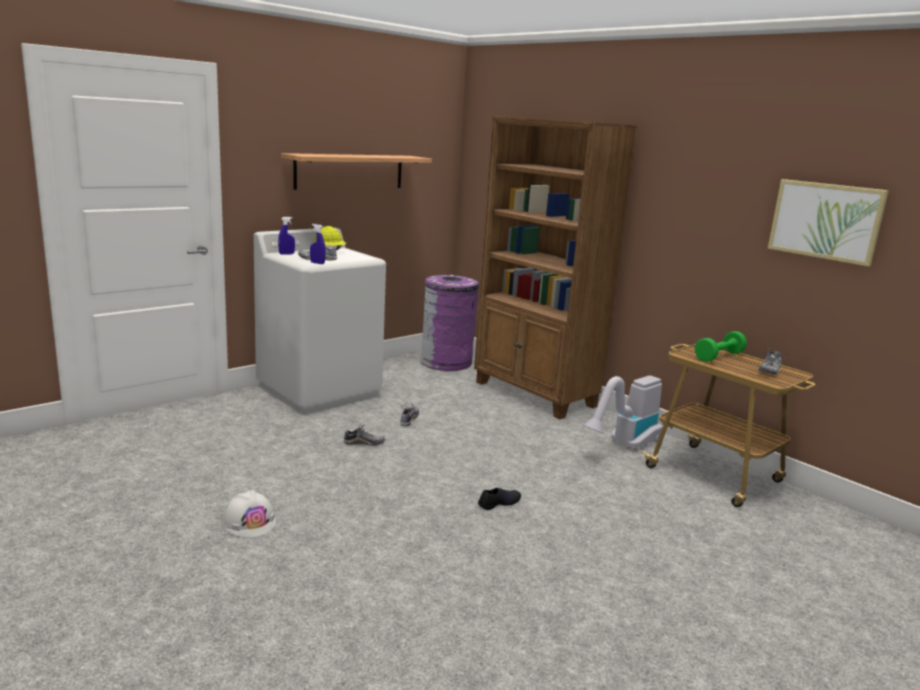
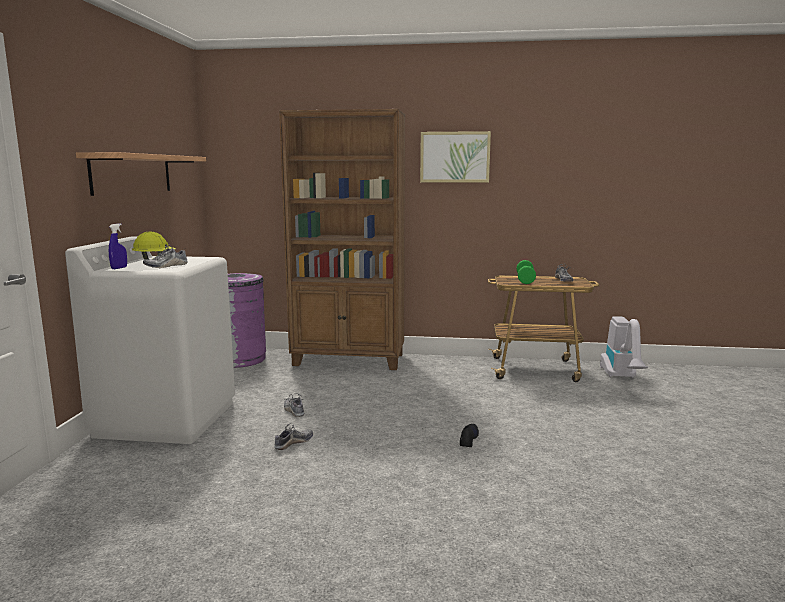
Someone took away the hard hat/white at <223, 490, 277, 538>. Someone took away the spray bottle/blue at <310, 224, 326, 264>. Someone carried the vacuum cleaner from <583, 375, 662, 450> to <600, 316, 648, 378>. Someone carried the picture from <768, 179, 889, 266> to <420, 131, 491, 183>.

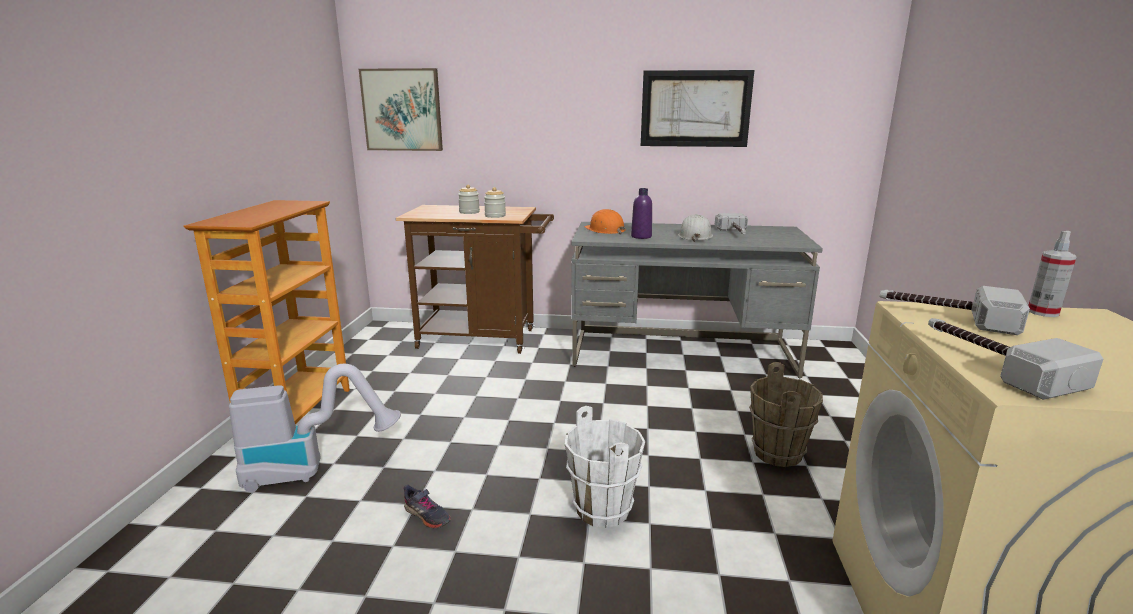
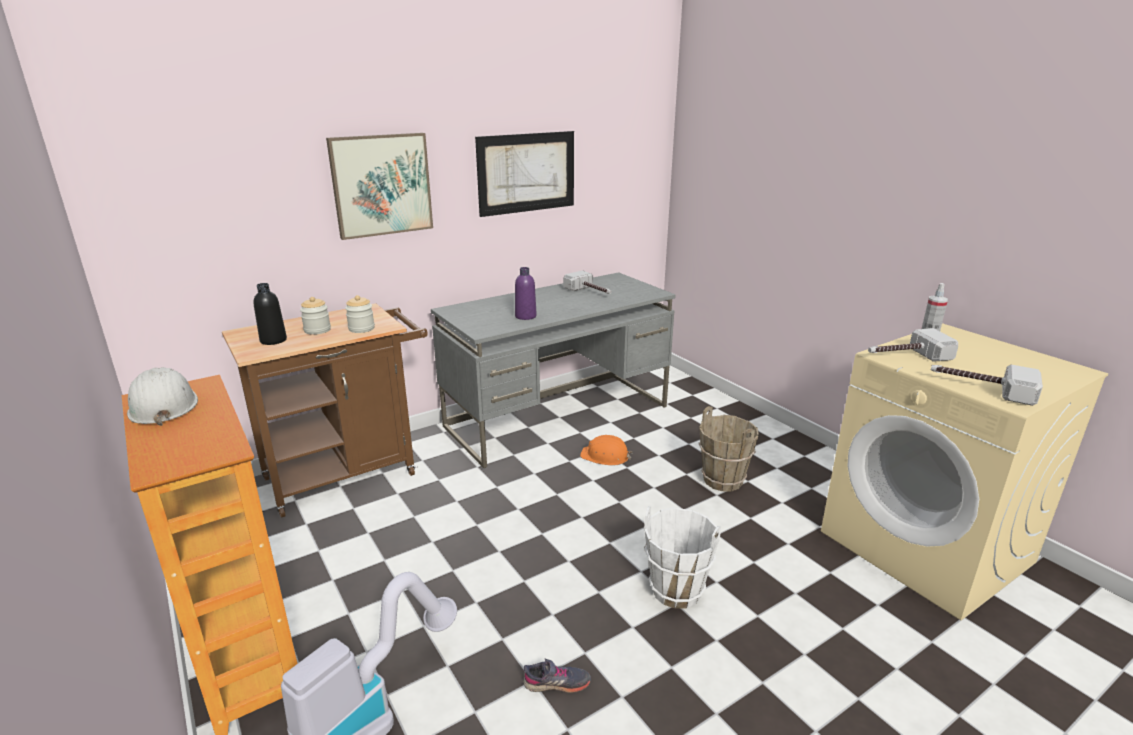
Someone carried the picture from <359, 68, 443, 151> to <326, 133, 433, 240>. Someone carried the hard hat/orange from <585, 209, 626, 235> to <580, 435, 633, 465>. Someone carried the hard hat/white from <678, 214, 713, 242> to <127, 367, 198, 426>. Someone put down the bottle/black at <253, 283, 287, 345>.

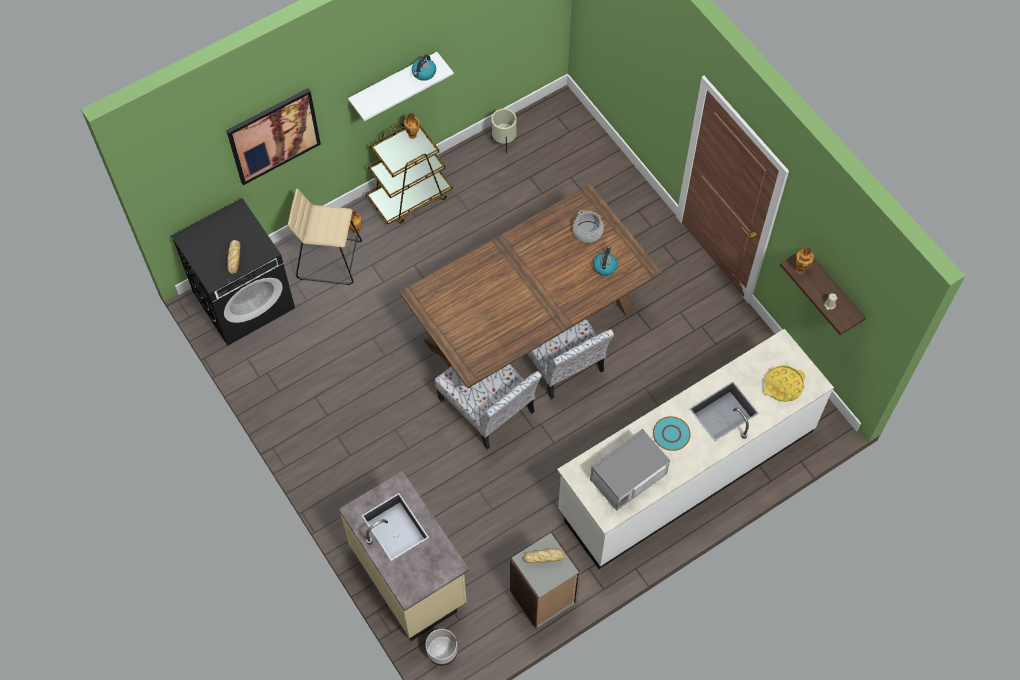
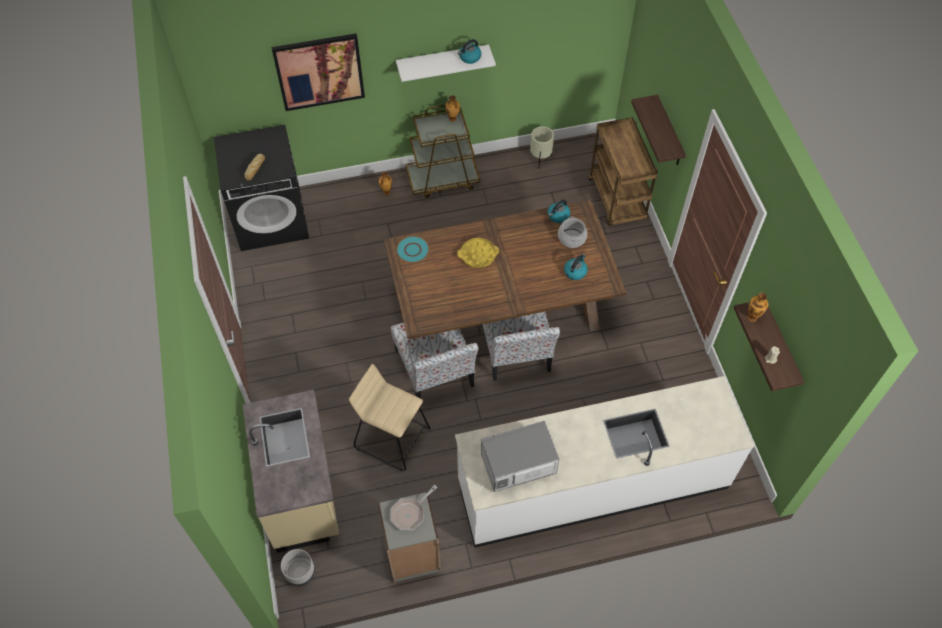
Someone carried the stool/beige from <288, 189, 362, 285> to <349, 364, 430, 471>. Someone swapped the bread at <523, 549, 565, 563> for the frying pan at <391, 485, 438, 530>. Someone carried the plate/turquoise from <653, 416, 690, 451> to <396, 236, 429, 263>. Someone carried the tray/yellow from <763, 365, 806, 402> to <457, 238, 499, 268>. Someone put down the kettle at <548, 200, 570, 223>. Someone put down the cart/brown at <589, 117, 658, 225>. Someone put up the shelf at <631, 95, 686, 165>.

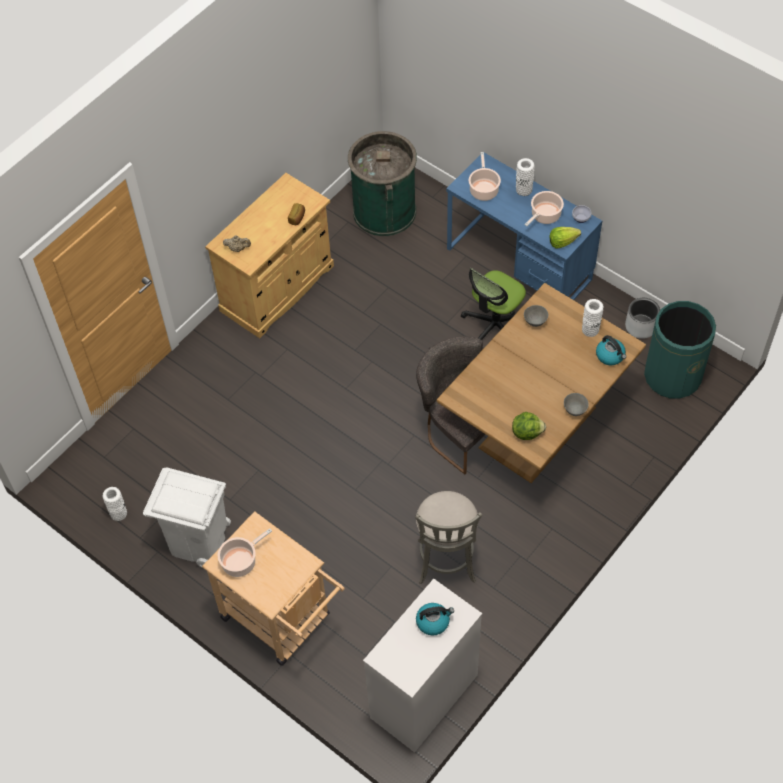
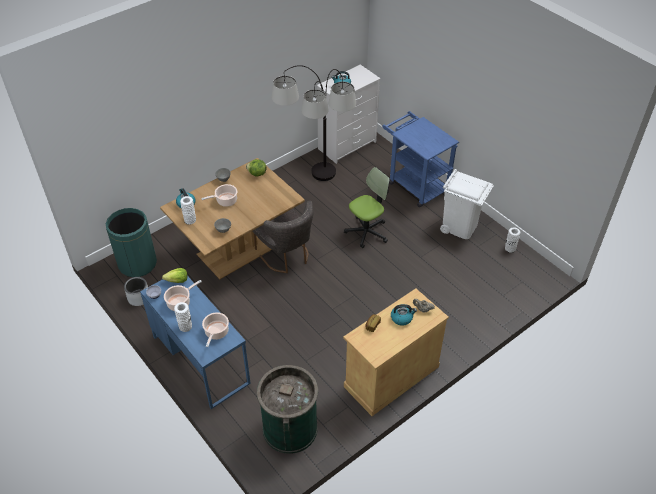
Someone repainted the cart/beige at <202, 511, 345, 666>, which became the cart/blue at <382, 111, 459, 207>. Someone carried the cooking pot from <218, 529, 272, 577> to <201, 184, 237, 207>. Someone swapped the stool/grey at <415, 491, 482, 584> for the floor lamp at <272, 65, 356, 181>. Someone carried the office chair from <461, 268, 526, 340> to <344, 167, 390, 248>. Someone put down the kettle at <391, 304, 417, 326>.

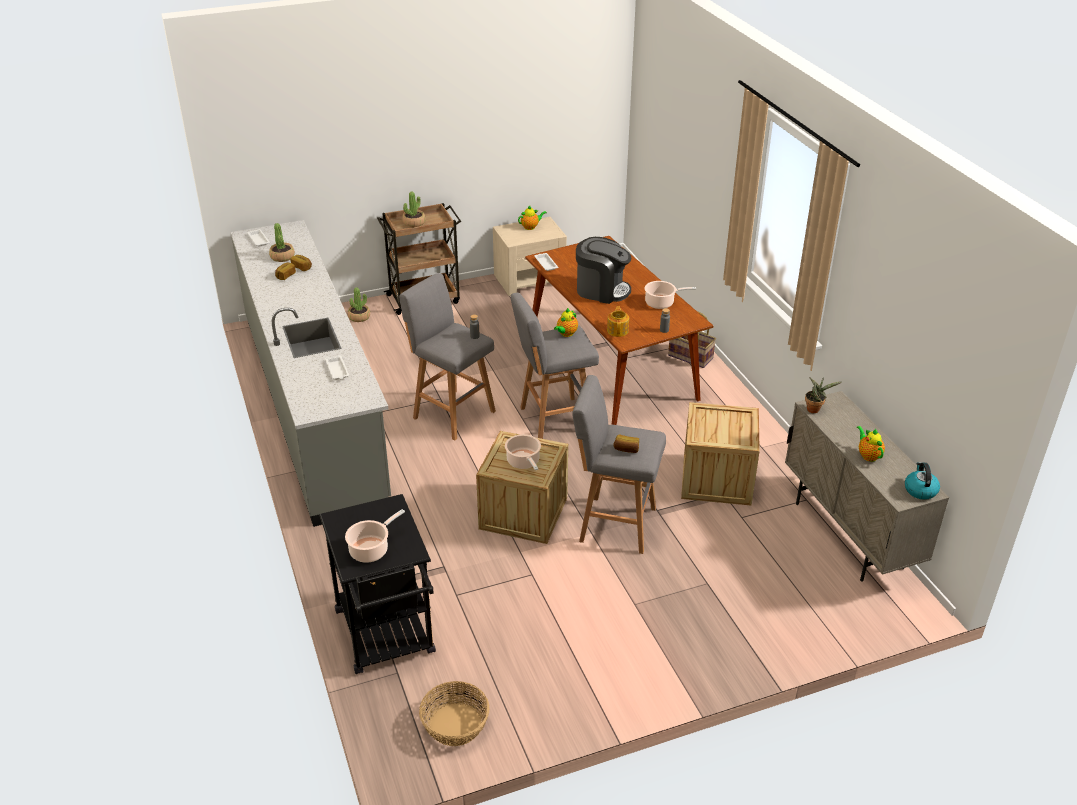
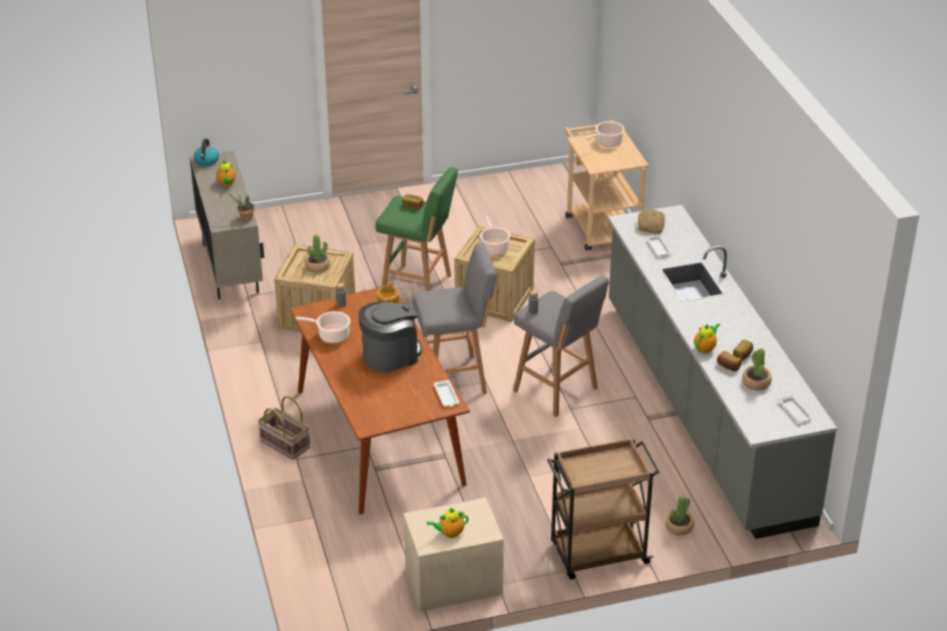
Someone repainted the cart/black at <319, 494, 436, 674>, which became the cart/beige at <564, 120, 649, 251>. Someone carried the potted plant from <402, 191, 425, 227> to <305, 234, 330, 273>. Someone took away the basket at <419, 681, 490, 746>. Someone carried the teapot from <554, 308, 578, 337> to <694, 323, 720, 354>. Someone repainted the stool/grey at <572, 375, 666, 554>, which became the stool/green at <376, 167, 458, 291>. Someone rotated the coffee machine at <576, 237, 631, 304> by 120 degrees clockwise. Someone put down the bread at <638, 209, 665, 233>.

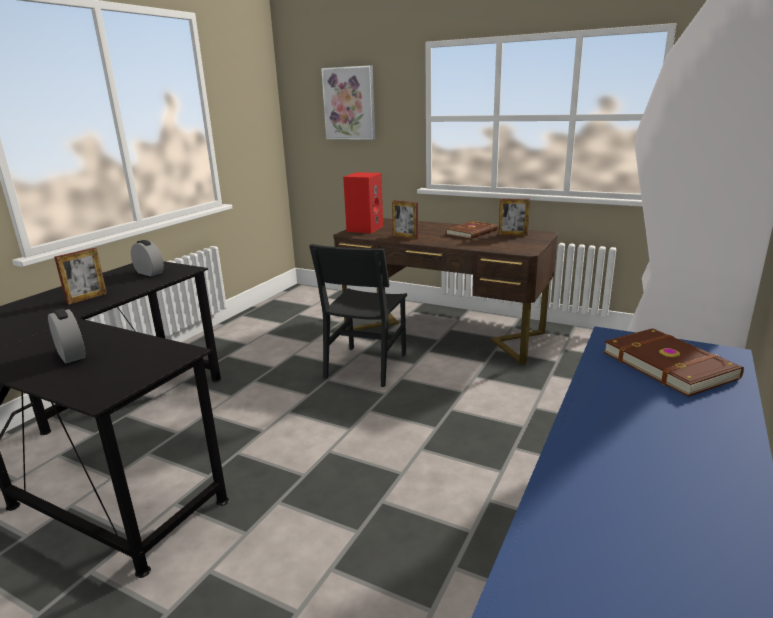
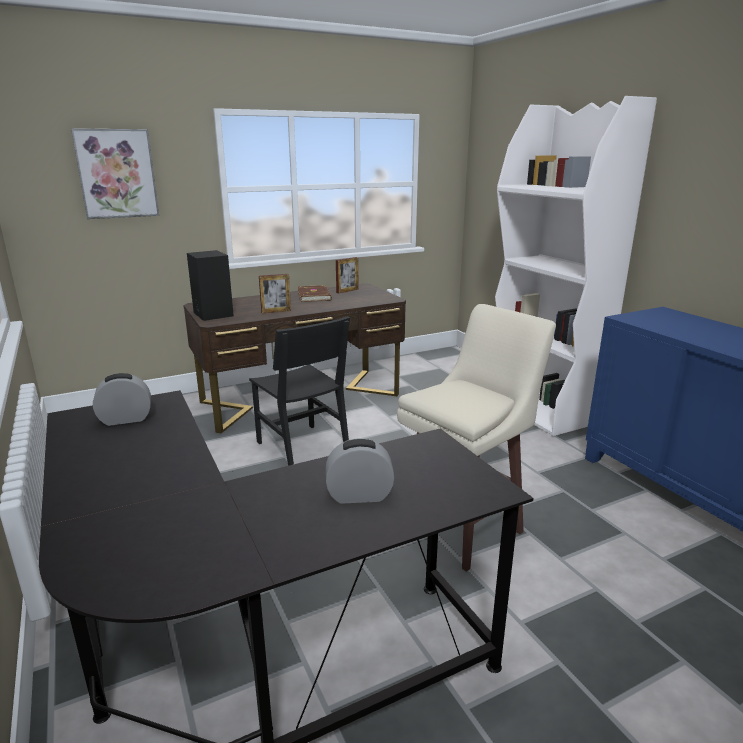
Someone took away the picture frame at <54, 248, 107, 305>. Someone repainted the speaker/red at <343, 172, 383, 233>, which became the speaker/black at <187, 250, 234, 321>. Someone took away the book/brown at <603, 328, 744, 397>. Someone put down the stool/beige at <397, 304, 556, 572>.

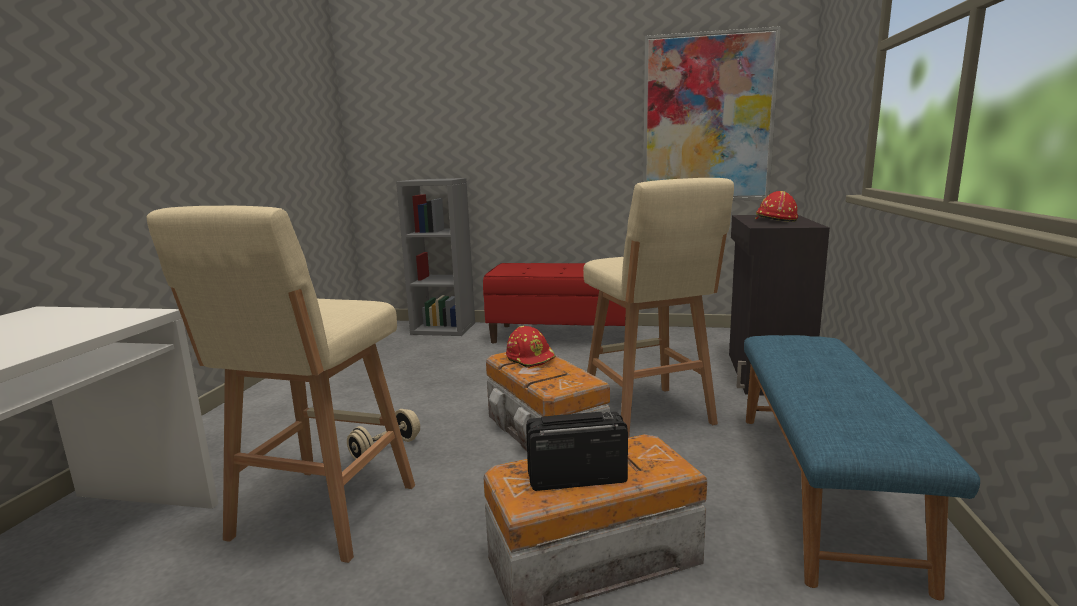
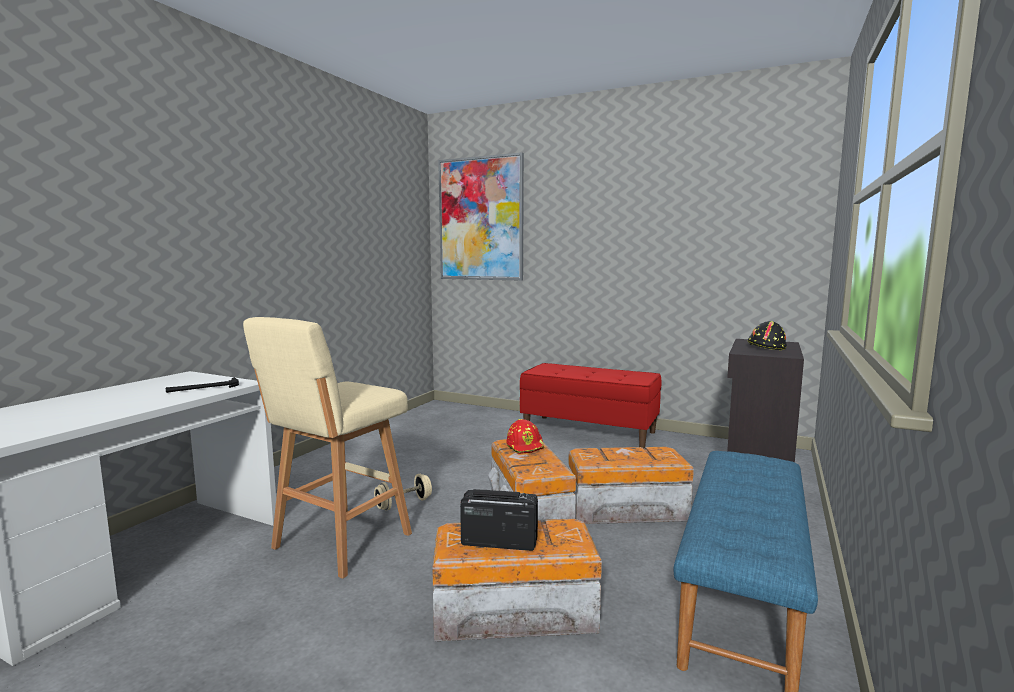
Someone took away the bookcase/grey at <396, 178, 475, 336>. Someone swapped the stool/beige at <583, 178, 734, 438> for the storage box at <568, 447, 694, 524>. Someone carried the picture from <643, 26, 781, 200> to <438, 152, 524, 281>. Someone repainted the hard hat/red at <755, 191, 798, 222>, which became the hard hat/black at <747, 321, 787, 350>. Someone put down the hammer at <166, 378, 239, 393>.

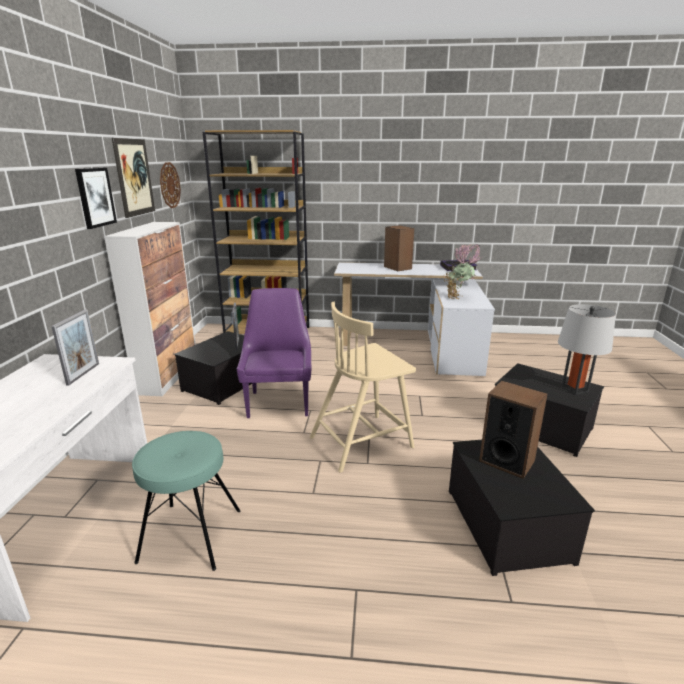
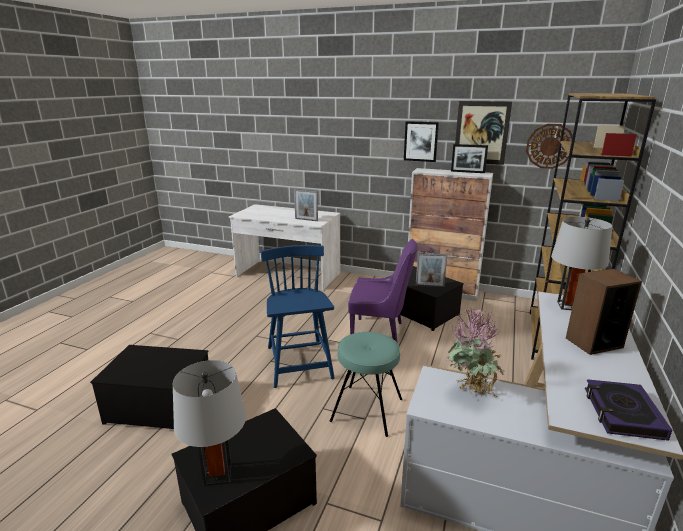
Someone carried the stool/turquoise from <132, 431, 241, 571> to <330, 332, 402, 437>. Someone repainted the chair/beige at <310, 302, 416, 473>, which became the chair/blue at <261, 245, 335, 388>. Someone took away the speaker at <479, 380, 548, 479>. Someone put down the picture frame at <451, 144, 488, 173>. Someone put down the table lamp/grey at <551, 217, 613, 310>.

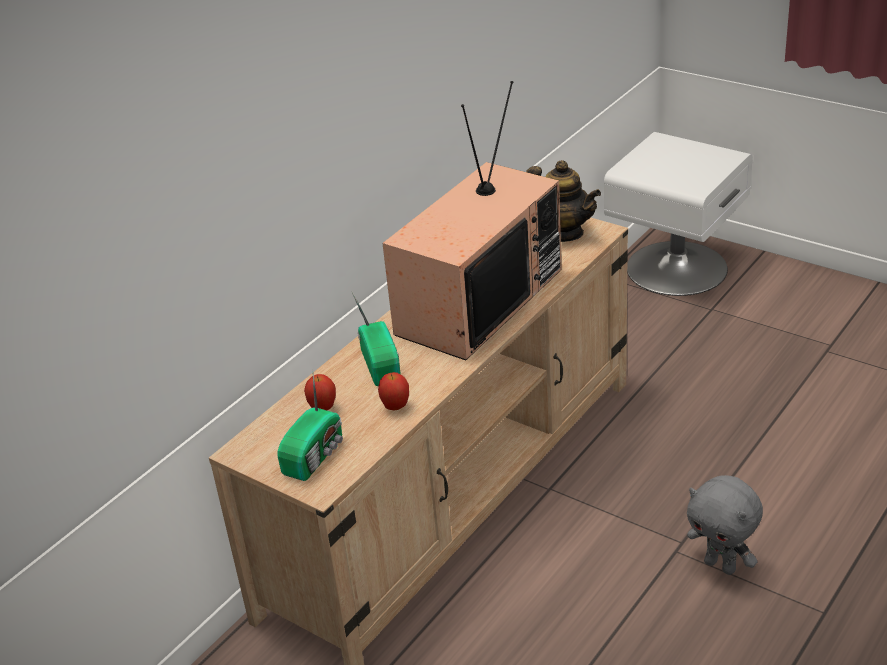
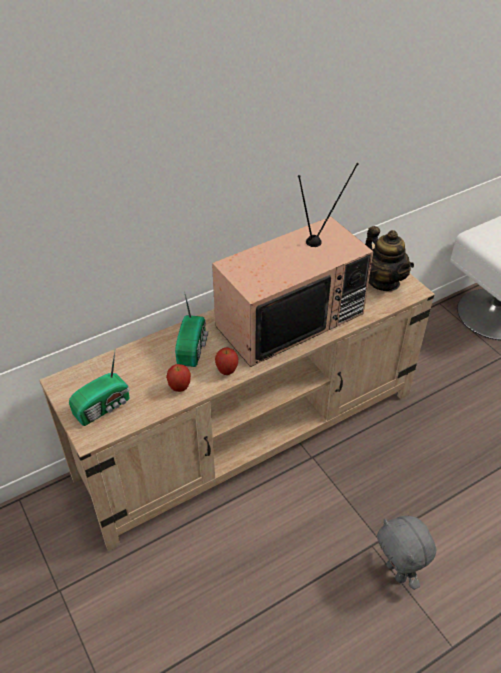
Someone carried the apple from <304, 374, 336, 411> to <215, 347, 238, 375>.

